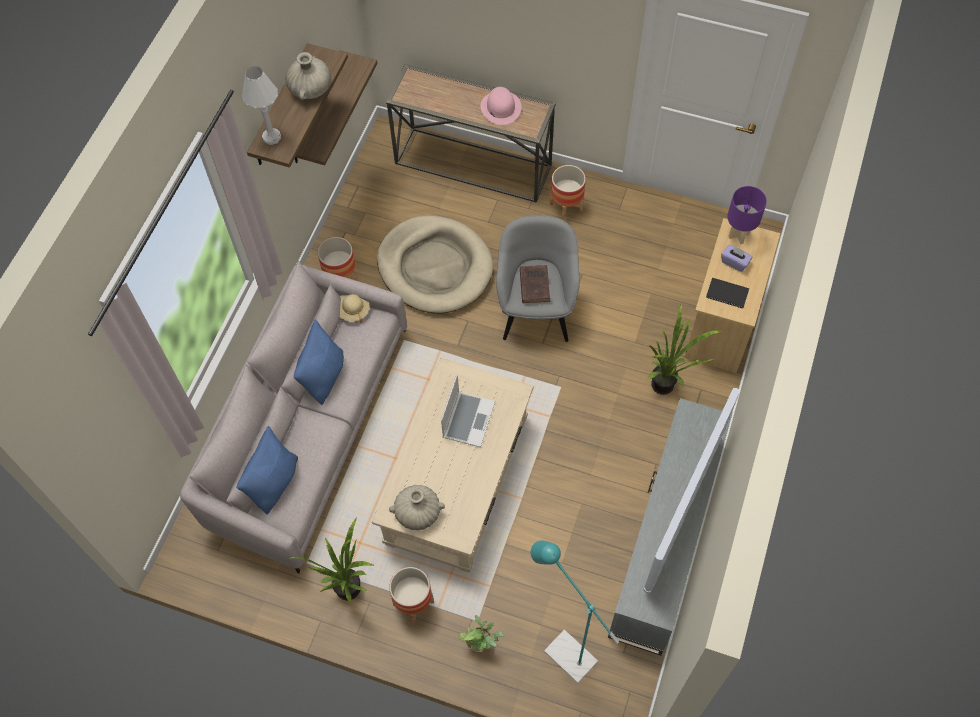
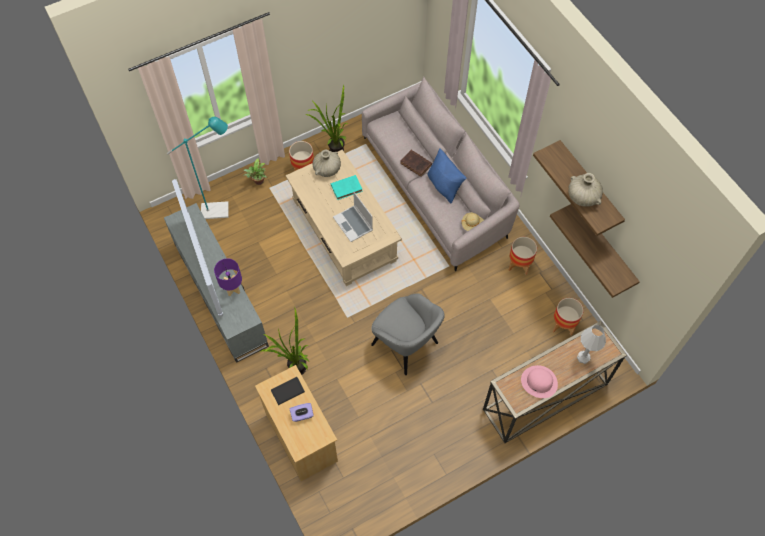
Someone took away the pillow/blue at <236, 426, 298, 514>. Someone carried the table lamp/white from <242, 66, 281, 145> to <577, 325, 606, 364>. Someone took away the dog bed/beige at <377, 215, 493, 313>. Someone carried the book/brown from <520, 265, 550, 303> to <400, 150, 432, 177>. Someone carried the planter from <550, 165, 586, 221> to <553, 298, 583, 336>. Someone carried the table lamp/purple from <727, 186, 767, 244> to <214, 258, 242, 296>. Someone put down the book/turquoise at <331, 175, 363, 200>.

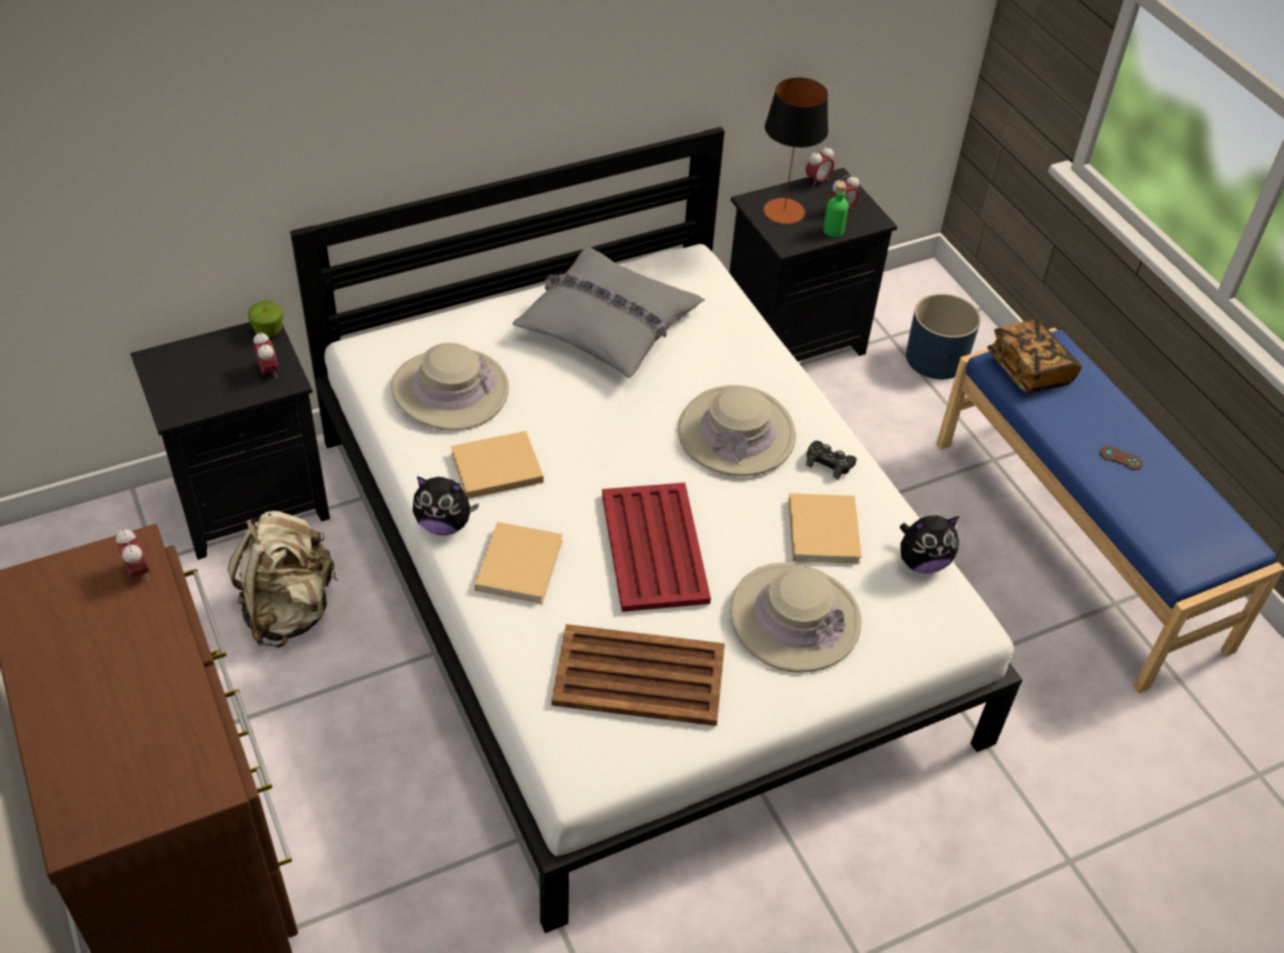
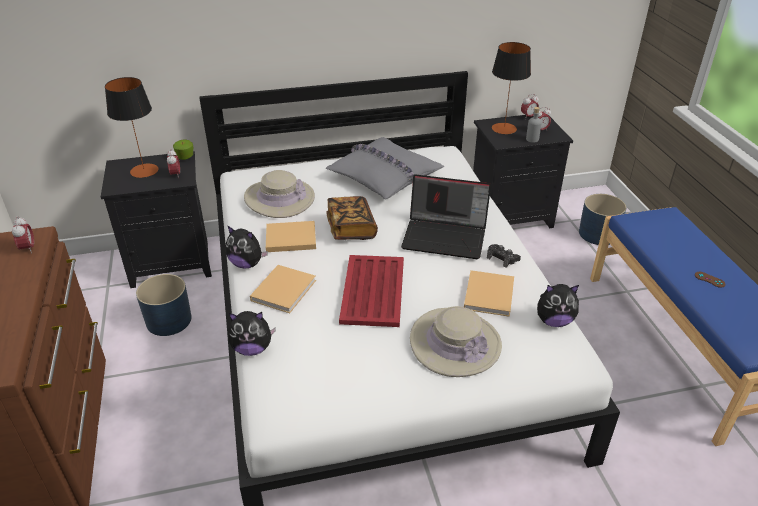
Someone swapped the backpack/beige at <228, 511, 338, 648> for the planter/blue at <136, 274, 192, 336>. Someone took away the tray/brown at <551, 624, 725, 726>. Someone swapped the hat/beige at <678, 385, 796, 476> for the laptop at <401, 174, 491, 259>. Someone repainted the bottle/green at <823, 182, 849, 237>, which became the bottle/grey at <526, 107, 542, 143>. Someone carried the book from <987, 319, 1081, 393> to <327, 196, 378, 240>. Someone put down the table lamp at <105, 77, 159, 178>. Someone put down the plush toy at <228, 311, 276, 356>.

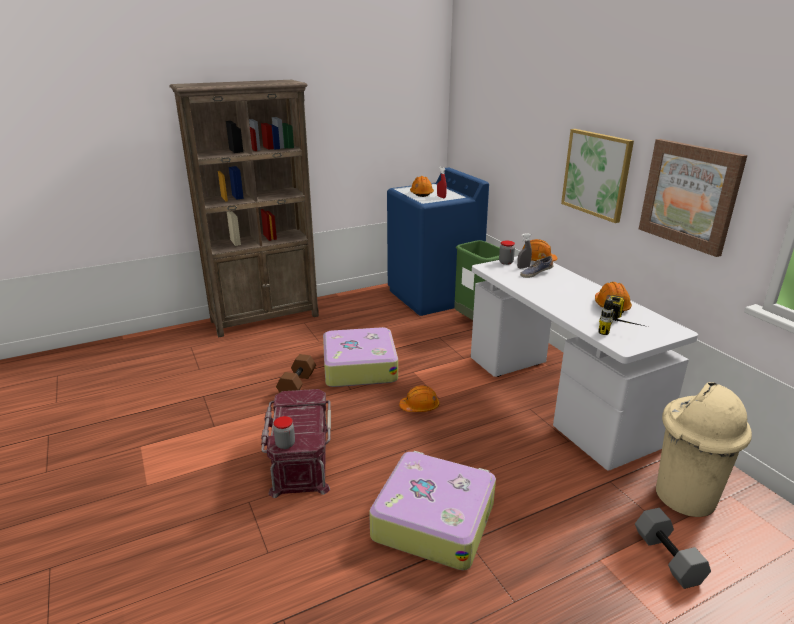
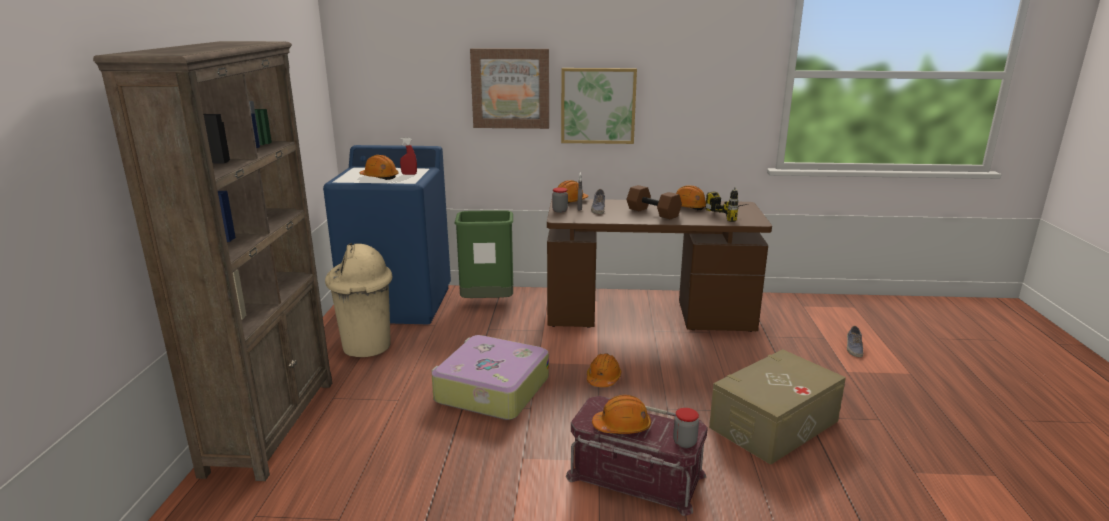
Someone carried the dumbbell/brown from <276, 354, 316, 393> to <626, 185, 682, 219>. Someone swapped the suitcase at <369, 451, 496, 570> for the storage box/beige at <709, 349, 846, 465>. Someone repainted the desk/white at <471, 256, 698, 470>, which became the desk/brown at <547, 199, 772, 332>. Someone swapped the dumbbell/grey at <635, 508, 711, 589> for the shoe at <847, 326, 863, 357>. Someone carried the picture from <639, 139, 747, 257> to <470, 48, 549, 129>. Someone carried the trash can/beige from <656, 382, 752, 517> to <325, 243, 392, 357>. Someone put down the hard hat/orange at <592, 395, 651, 434>.

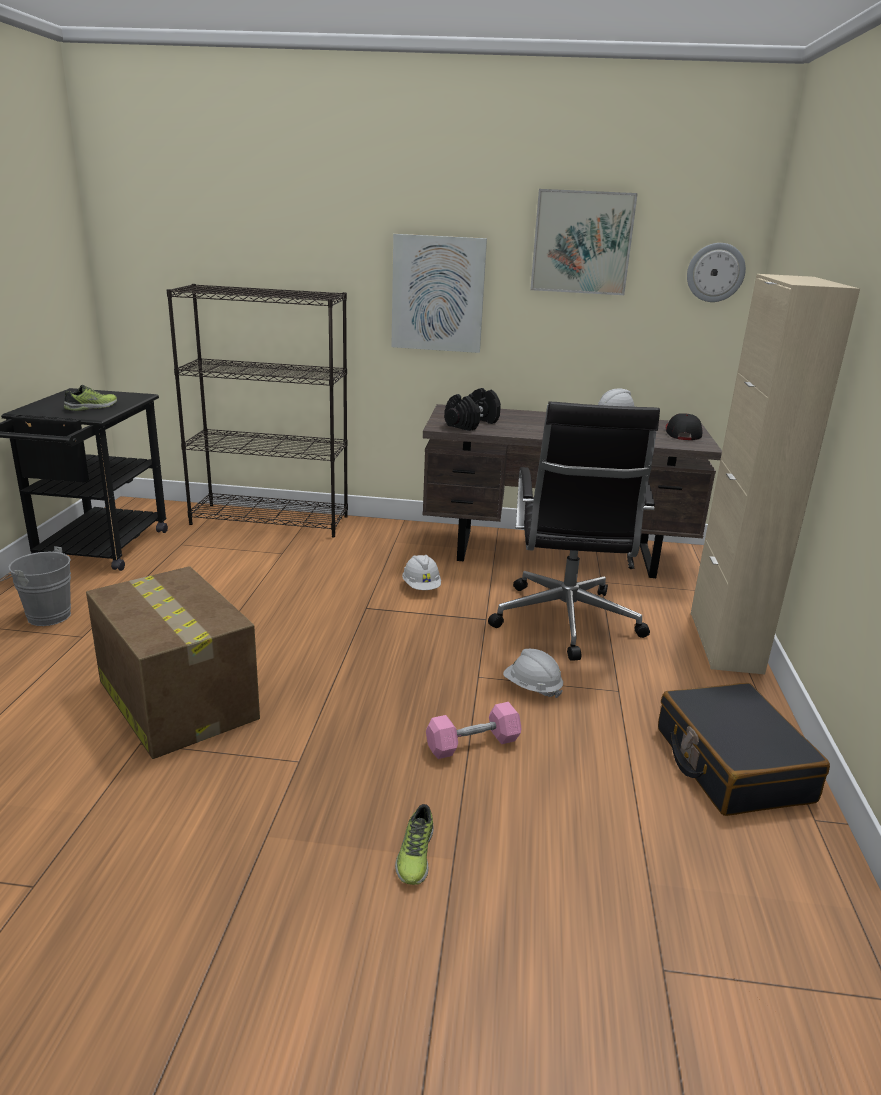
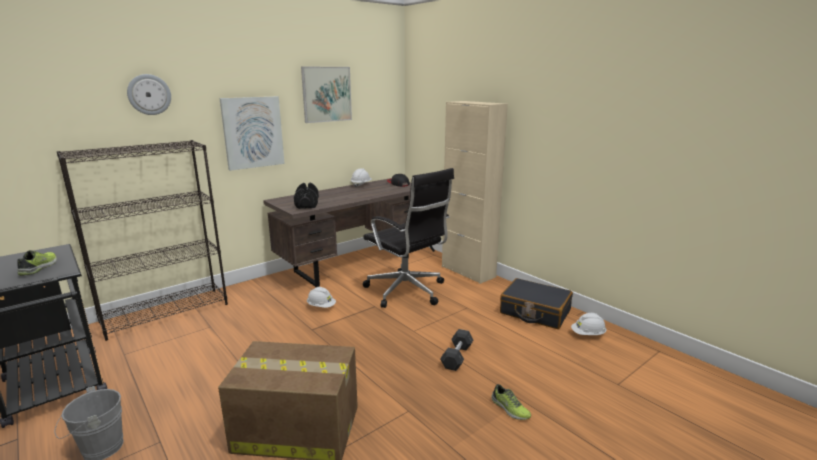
Someone repainted the dumbbell/pink at <426, 702, 522, 759>, which became the dumbbell/grey at <440, 329, 473, 371>. Someone carried the hard hat/white from <503, 649, 563, 698> to <571, 313, 607, 335>. Someone carried the wall clock from <687, 243, 746, 302> to <127, 74, 171, 115>.

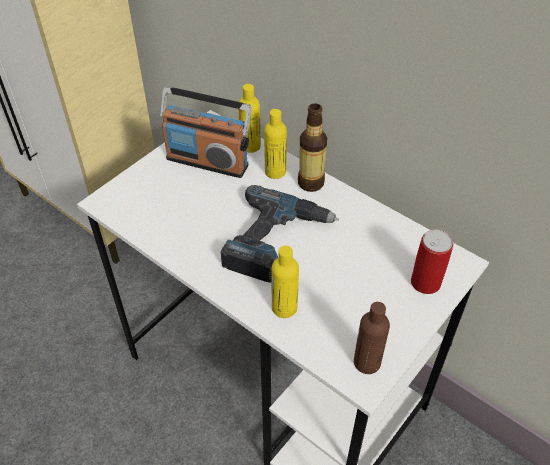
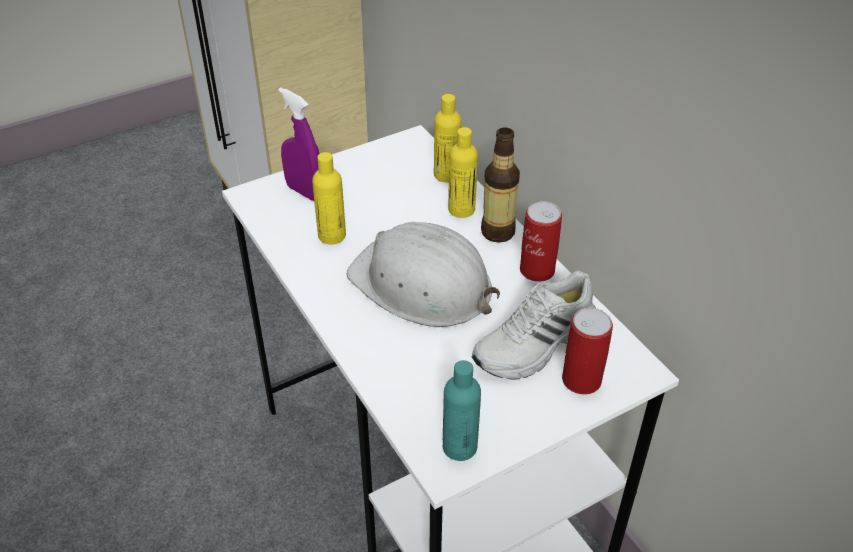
Someone took away the radio at <160, 87, 252, 178>. Someone swapped the power drill at <221, 185, 339, 283> for the hard hat/white at <347, 222, 500, 327>. Someone carried the bottle/yellow from <271, 246, 299, 318> to <312, 152, 346, 245>. Someone repainted the bottle/brown at <354, 302, 390, 374>, which became the bottle/turquoise at <443, 360, 481, 461>. Someone put down the spray bottle/purple at <278, 87, 319, 201>. Someone put down the shoe/white at <472, 271, 596, 380>. Someone put down the can at <520, 201, 562, 282>.

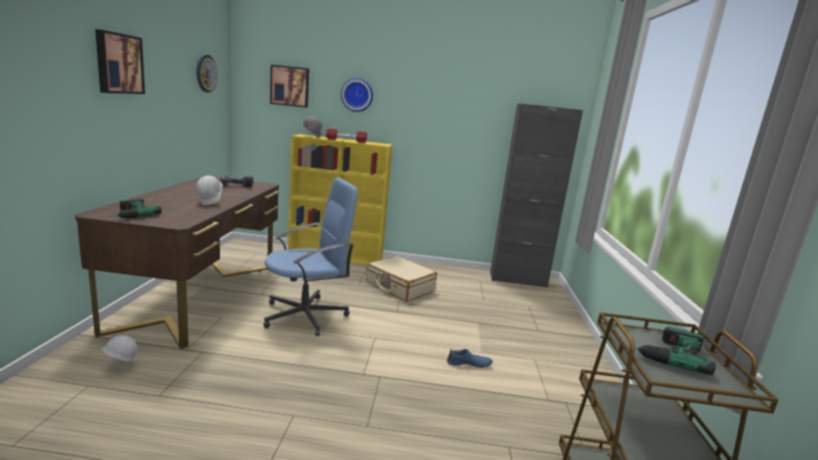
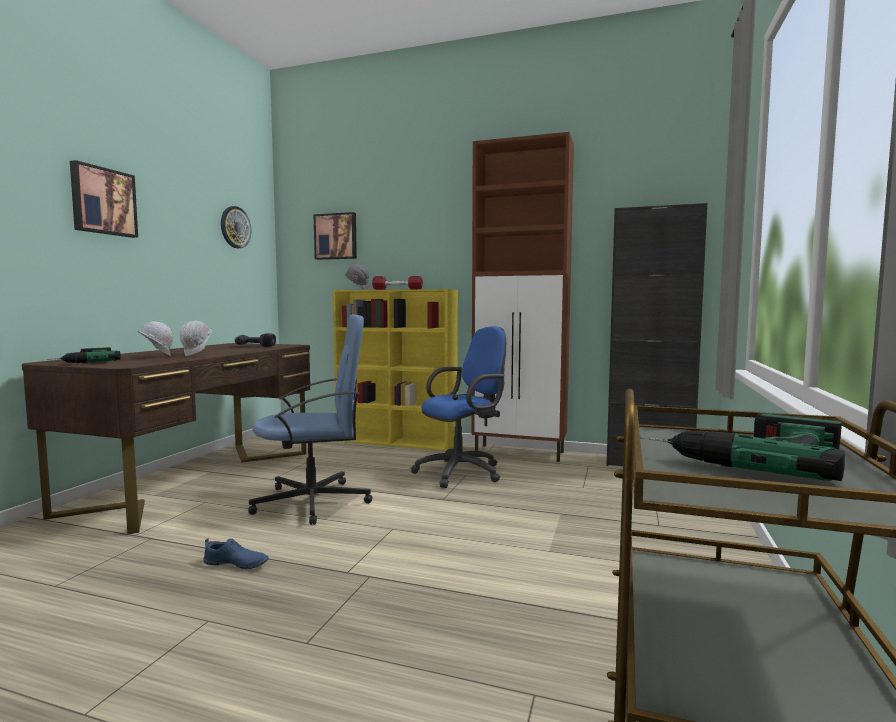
Someone carried the hard hat/white from <102, 335, 138, 362> to <137, 321, 173, 356>. Someone took away the wall clock at <341, 78, 373, 112>. Someone swapped the suitcase/beige at <366, 256, 437, 302> for the office chair/blue at <411, 326, 506, 488>. Someone carried the shoe/blue from <447, 349, 493, 368> to <203, 538, 269, 569>. Someone put down the cabinet/brown at <471, 132, 574, 462>.

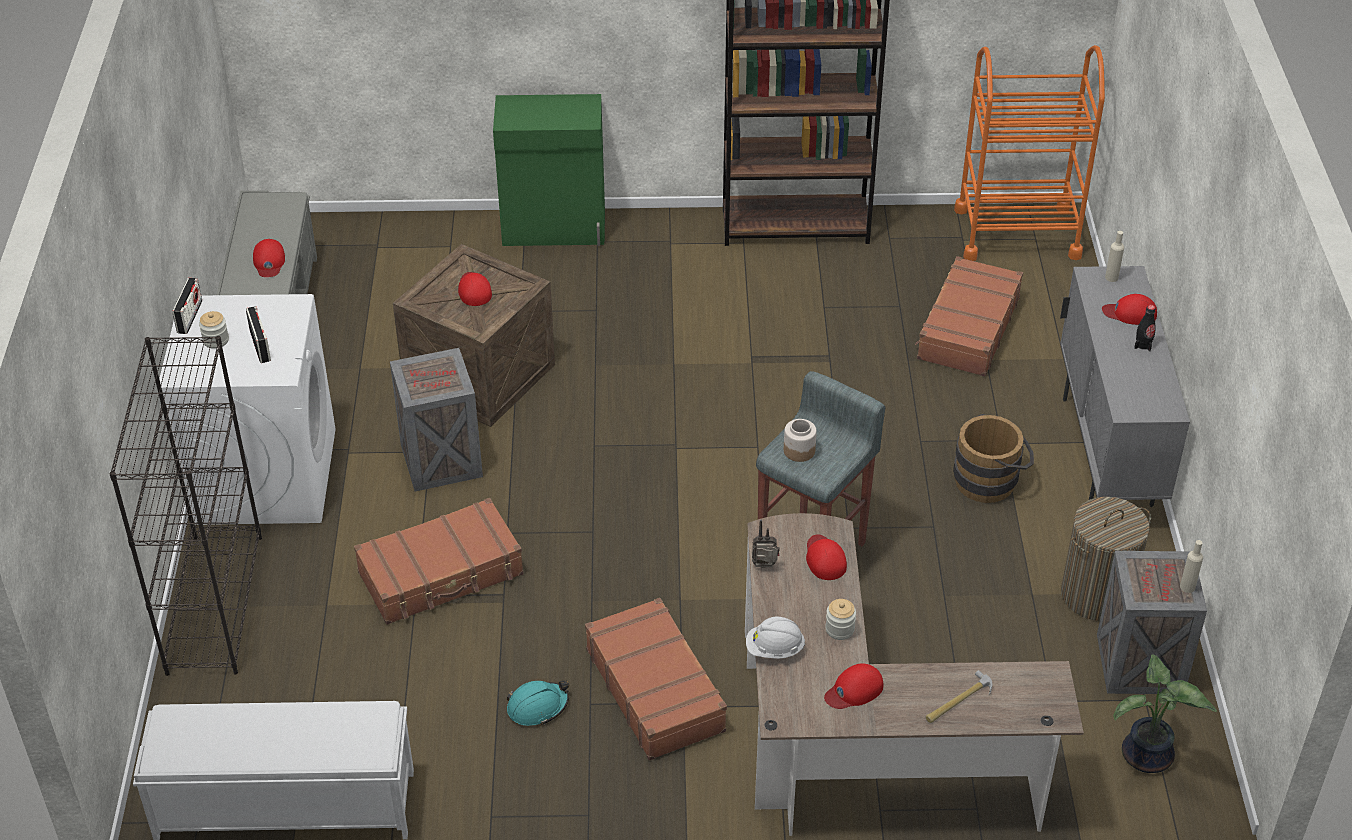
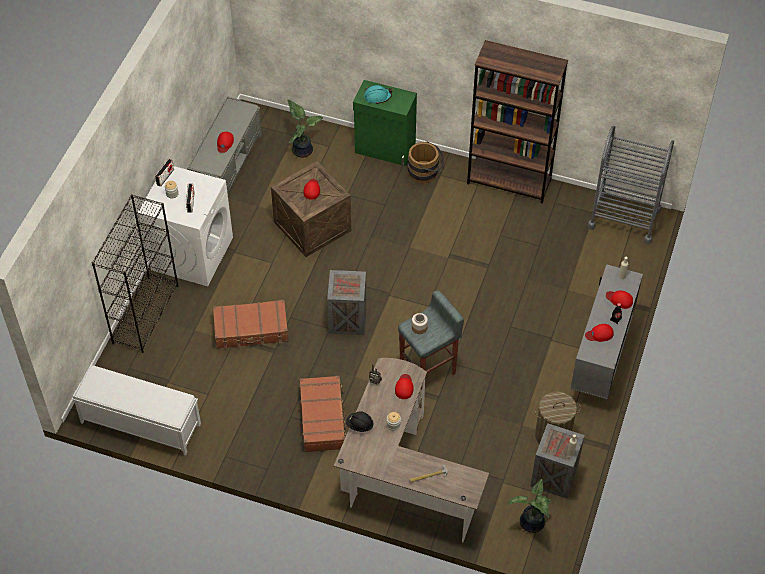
Someone carried the crate from <390, 348, 483, 491> to <327, 270, 367, 335>. Someone carried the hard hat/turquoise from <507, 681, 569, 726> to <364, 85, 393, 104>. Someone repainted the hard hat/white at <746, 617, 805, 659>, which became the hard hat/black at <346, 411, 374, 432>. Someone carried the cap/red from <824, 663, 883, 709> to <585, 324, 614, 342>. Someone took away the suitcase/brown at <915, 256, 1023, 377>. Someone carried the bucket/brown from <953, 414, 1034, 503> to <408, 142, 444, 183>. Someone repainted the cart/orange at <954, 45, 1105, 261>, which became the cart/grey at <588, 126, 674, 244>. Someone put down the potted plant at <287, 100, 324, 158>.

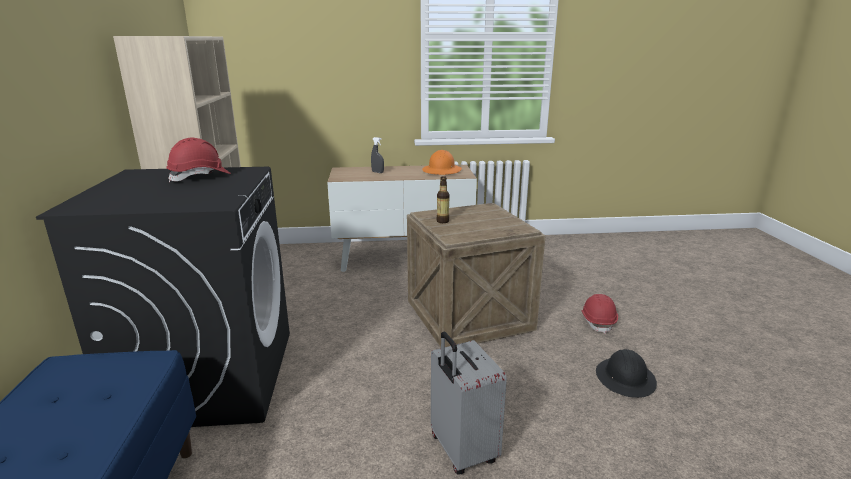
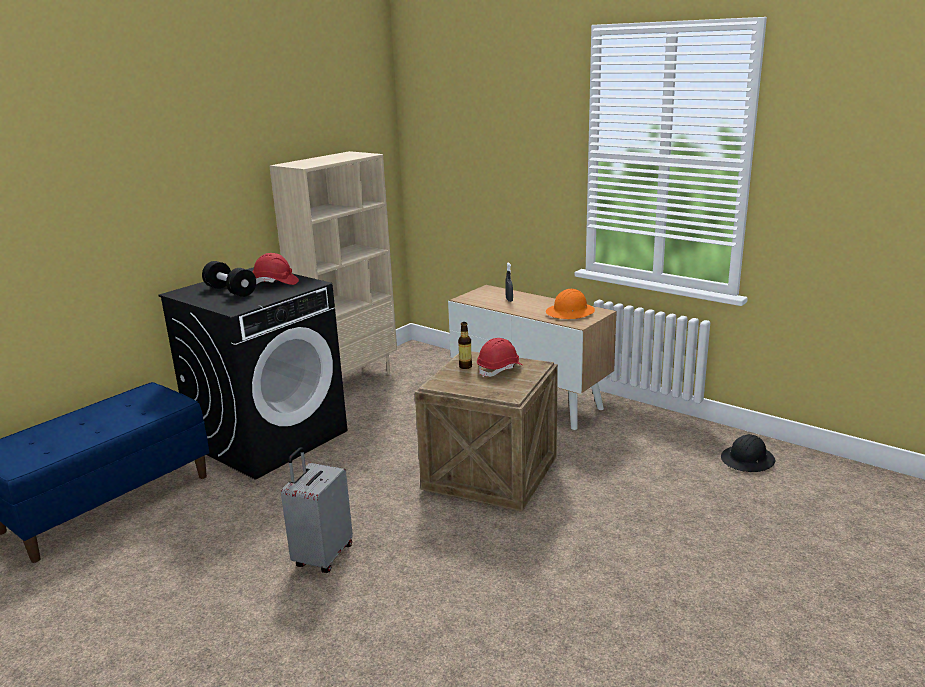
Someone carried the hard hat/red from <581, 294, 618, 334> to <477, 338, 523, 378>. Someone carried the hard hat/black from <596, 349, 657, 398> to <721, 434, 775, 472>. Someone put down the dumbbell/black at <202, 261, 256, 297>.

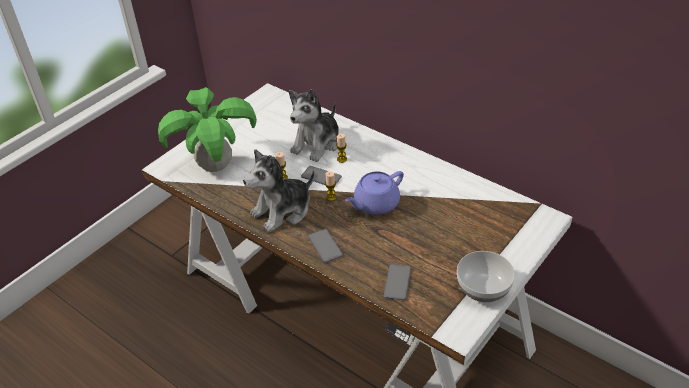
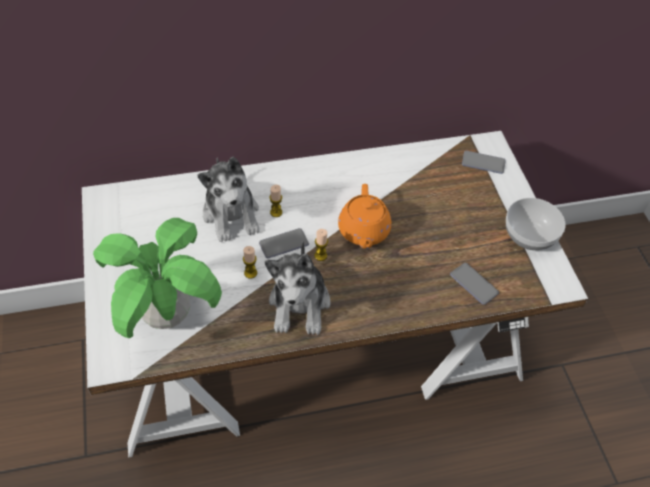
Someone carried the phone from <309, 229, 343, 263> to <462, 151, 506, 174>. Someone repainted the teapot/purple at <345, 171, 404, 215>, which became the teapot/orange at <338, 184, 392, 249>.

